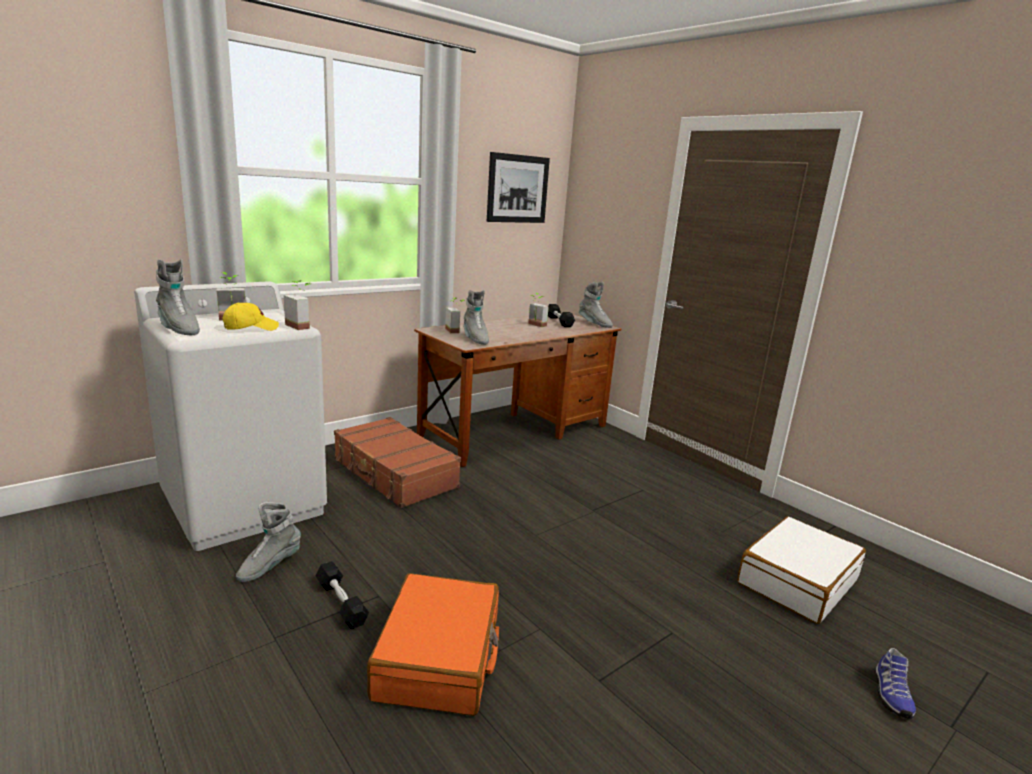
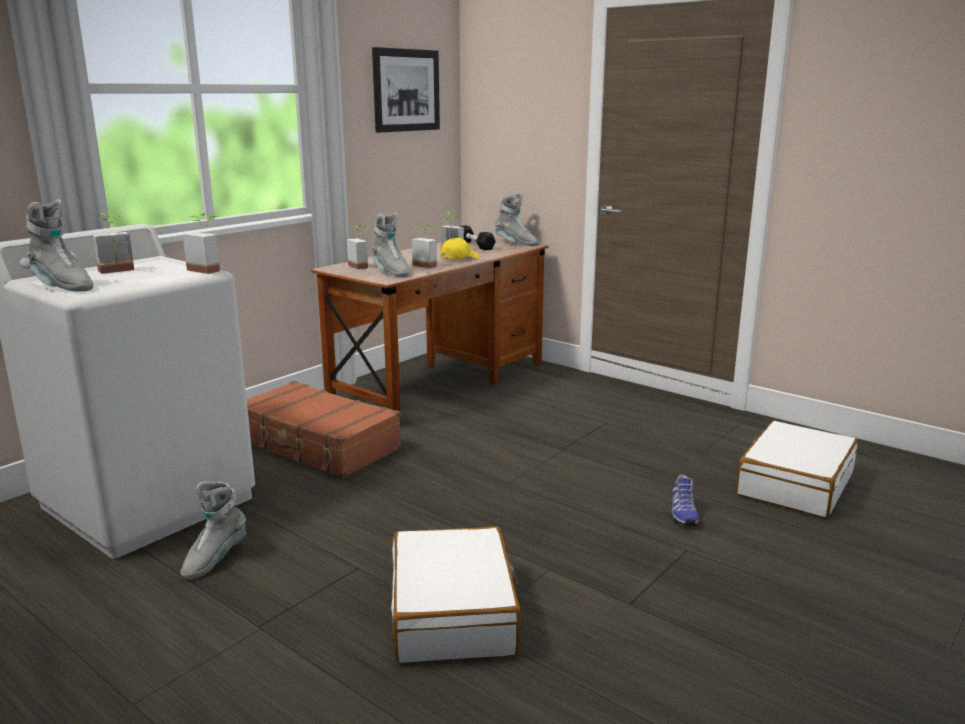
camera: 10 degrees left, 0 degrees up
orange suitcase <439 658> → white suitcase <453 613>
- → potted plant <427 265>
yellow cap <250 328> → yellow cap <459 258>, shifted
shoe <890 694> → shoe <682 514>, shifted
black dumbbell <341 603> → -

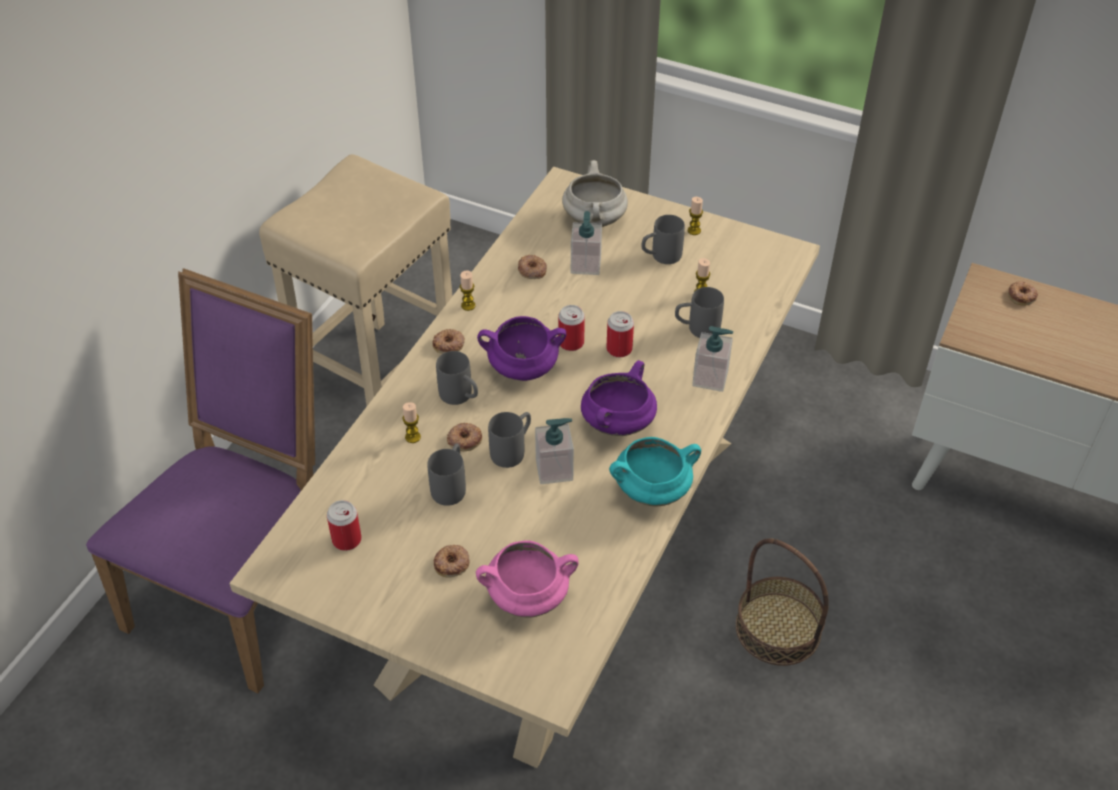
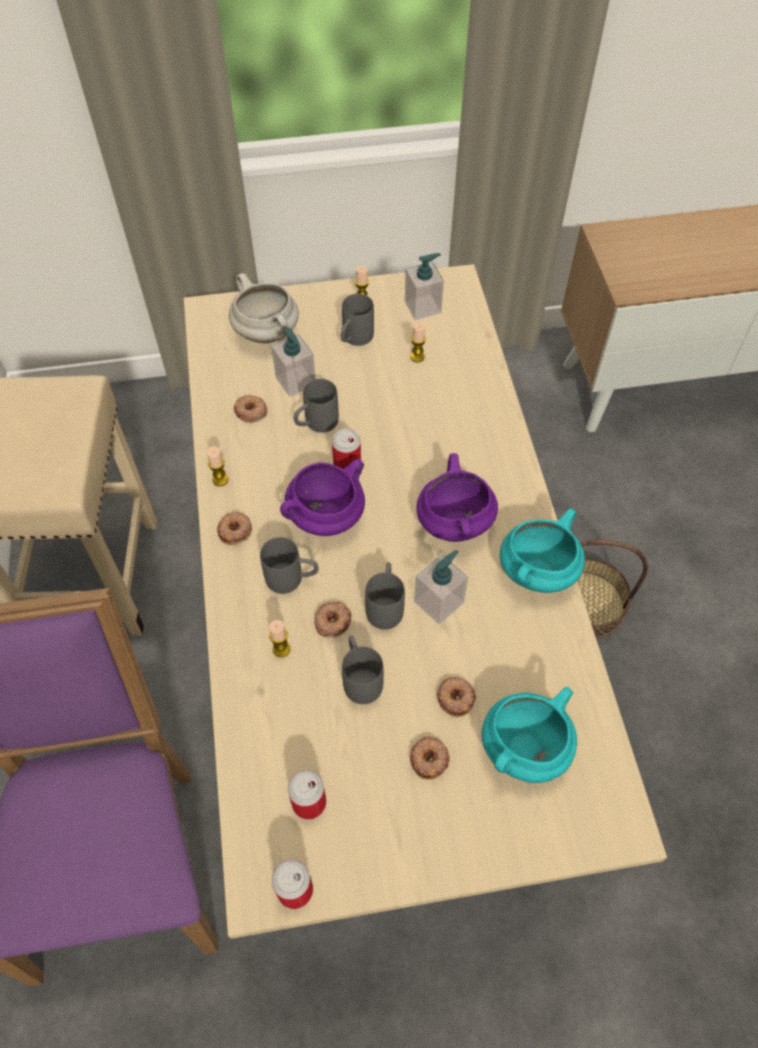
camera: 35 degrees left, 10 degrees up
can <619 349> → can <295 890>, shifted
grey mug <696 329> → grey mug <316 424>, shifted
soap dispenser <710 378> → soap dispenser <423 307>, shifted
donut <1021 296> → donut <456 698>, shifted
pink cooking pot <528 597> → turquoise cooking pot <524 746>

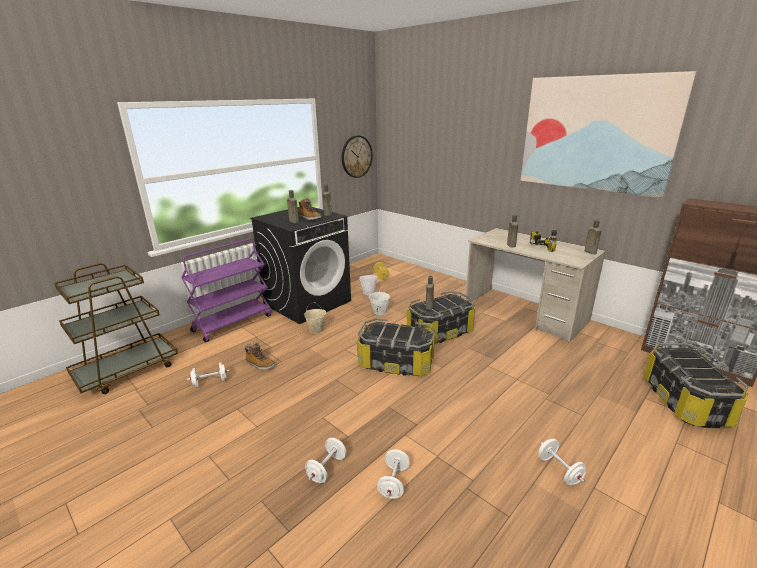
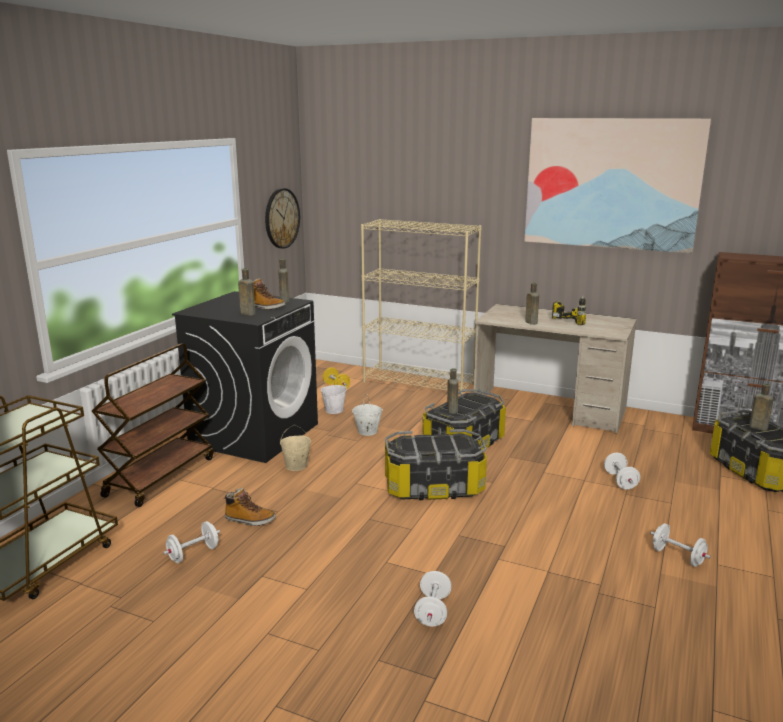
camera: 20 degrees left, 5 degrees down
purple cart <233 323> → brown cart <160 476>
- → beige bookcase <419 383>
white dumbbell <394 482> → white dumbbell <620 481>, shifted
brown bottle <589 252> → brown bottle <756 427>, shifted

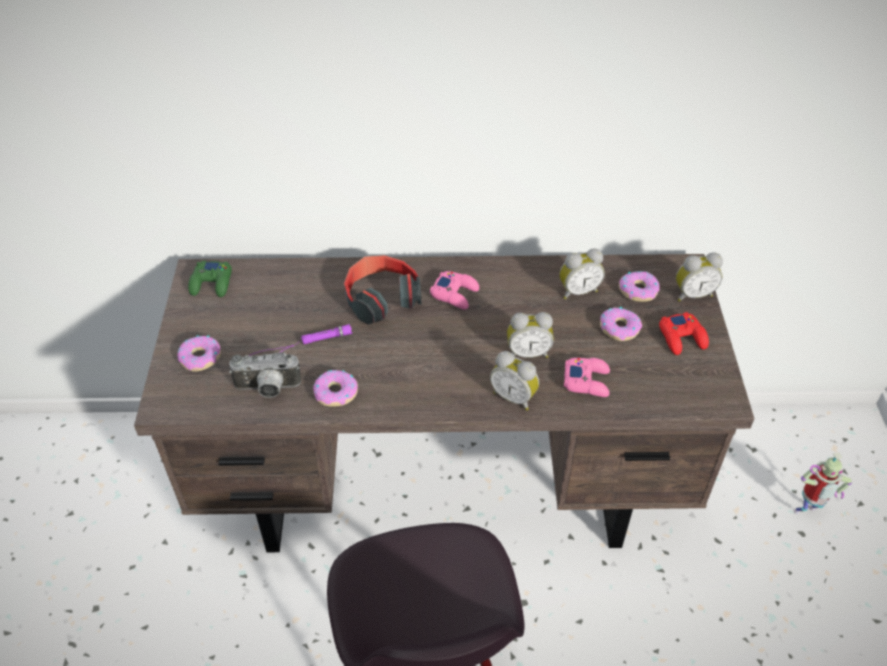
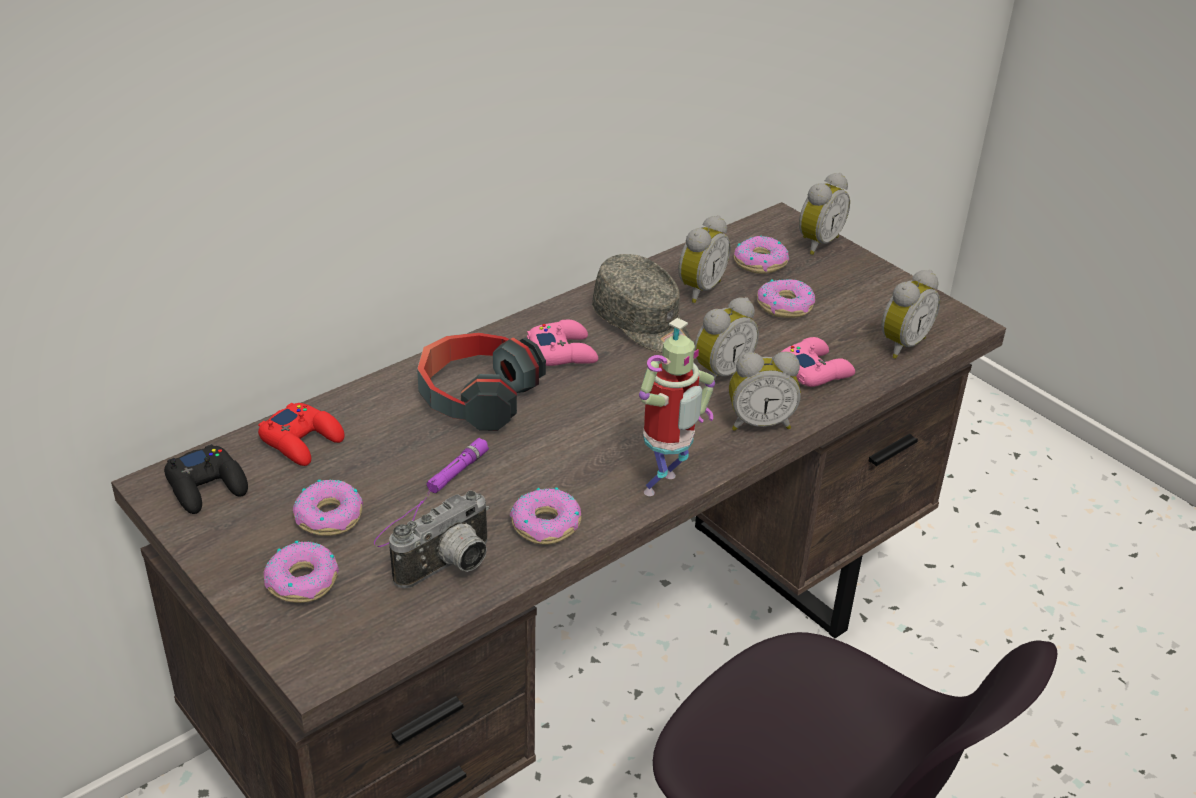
camera: 40 degrees left, 10 degrees down
green game controller <212 283> → black game controller <207 486>
red game controller <682 338> → red game controller <302 441>, shifted
- → donut <330 516>
- → grey cap <643 324>
toy robot <805 513> → toy robot <664 487>, shifted
- → alarm clock <900 344>

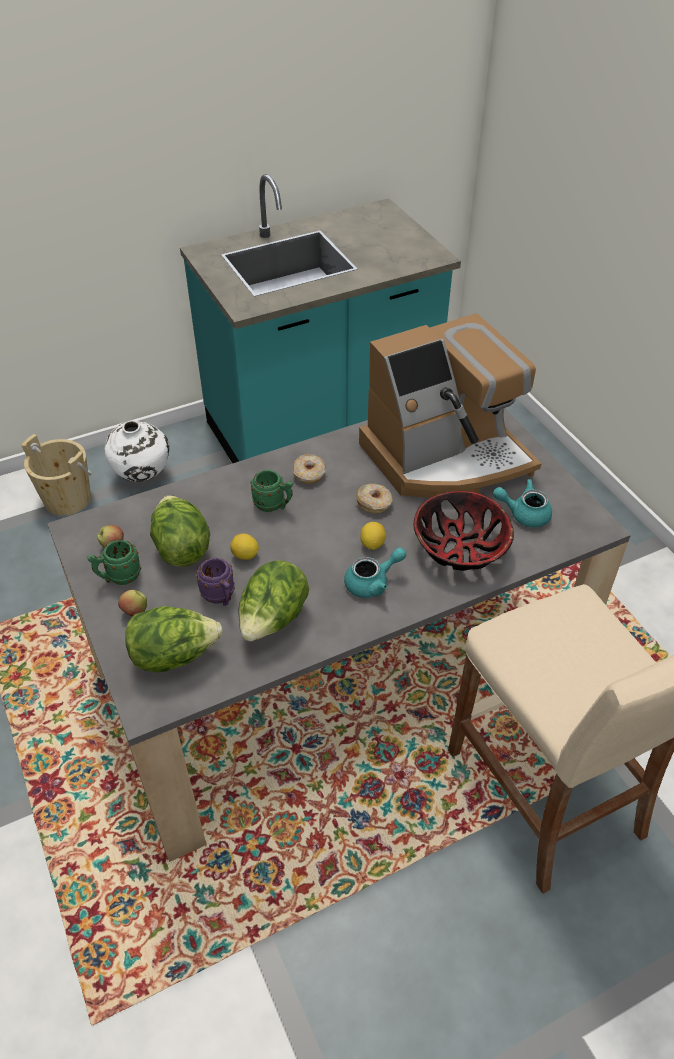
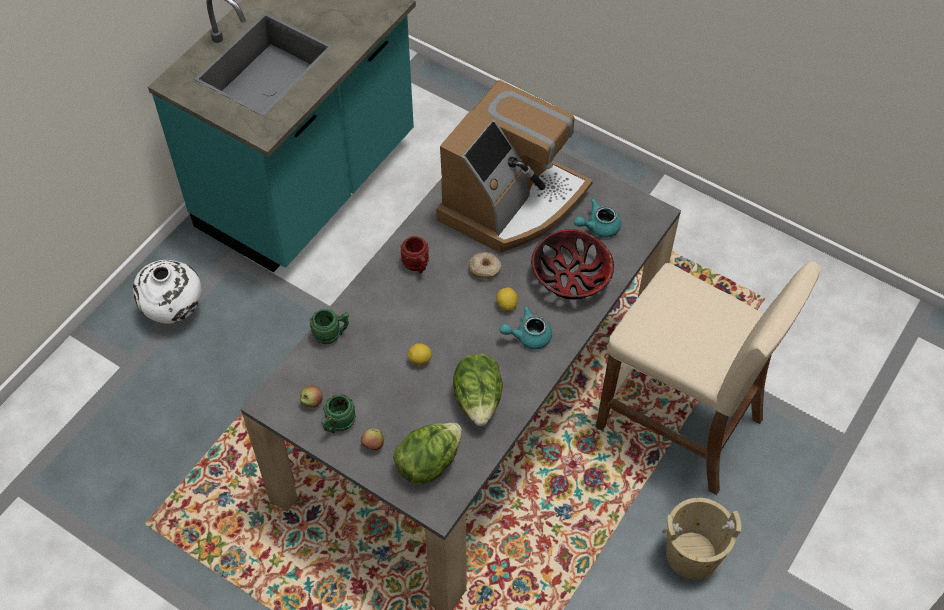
camera: 30 degrees left, 10 degrees up
green mug <274 505> → green mug <332 334>, shifted
donut <309 474> → red mug <417 266>
turquoise teapot <372 582> → turquoise teapot <528 336>, 135 degrees counterclockwise
beige bucket <67 499> → beige bucket <692 554>, shifted
lettuce <181 548> → -
purple mug <220 597> → -

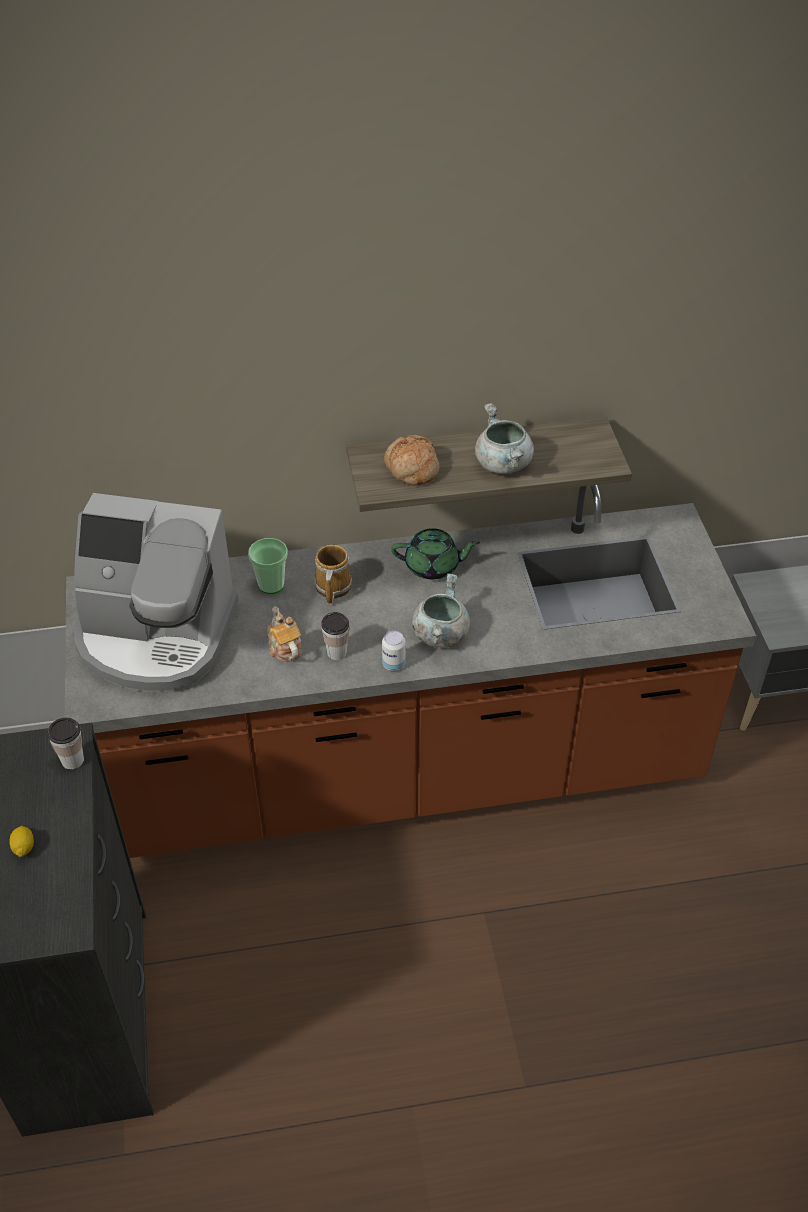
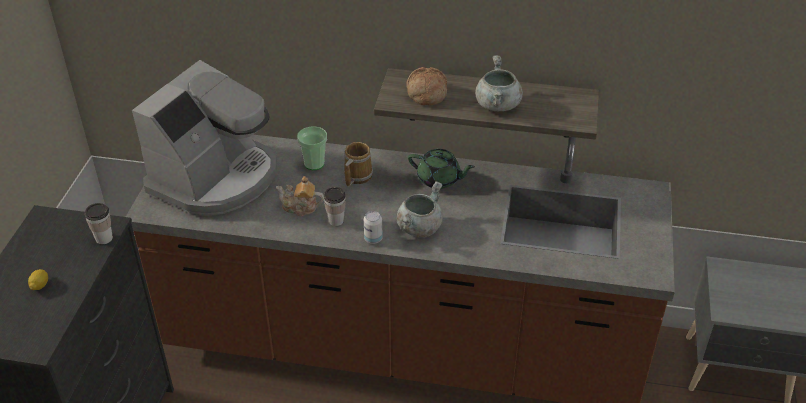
camera: 20 degrees right, 5 degrees down
coffee machine <156 636> → coffee machine <216 178>, 90 degrees counterclockwise
teapot <284 647> → teapot <300 207>, 75 degrees counterclockwise

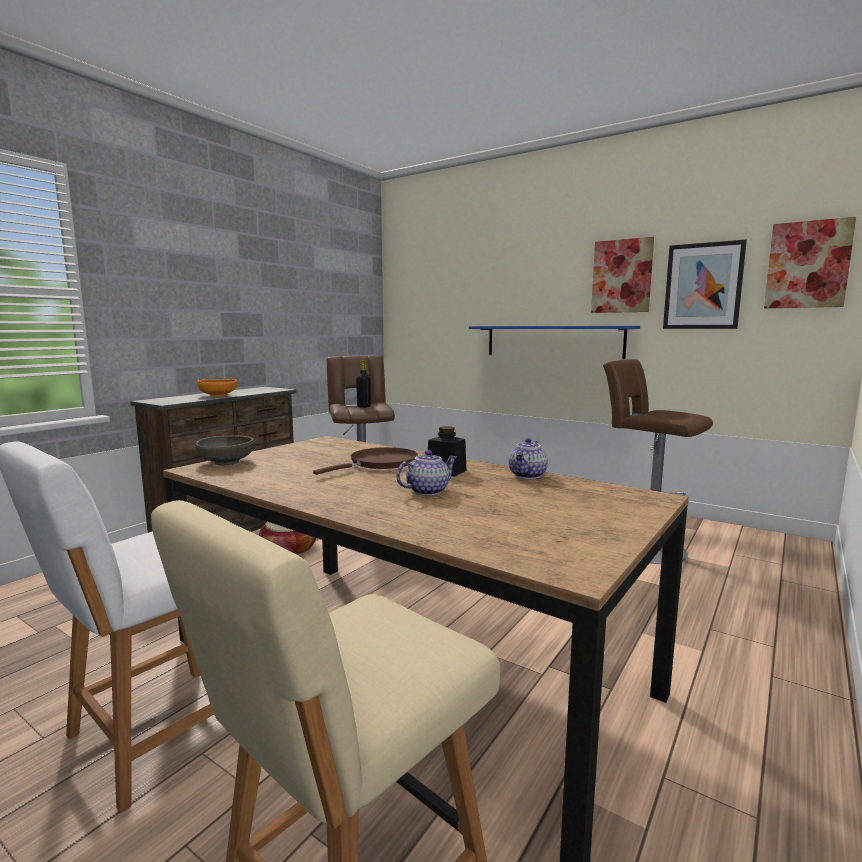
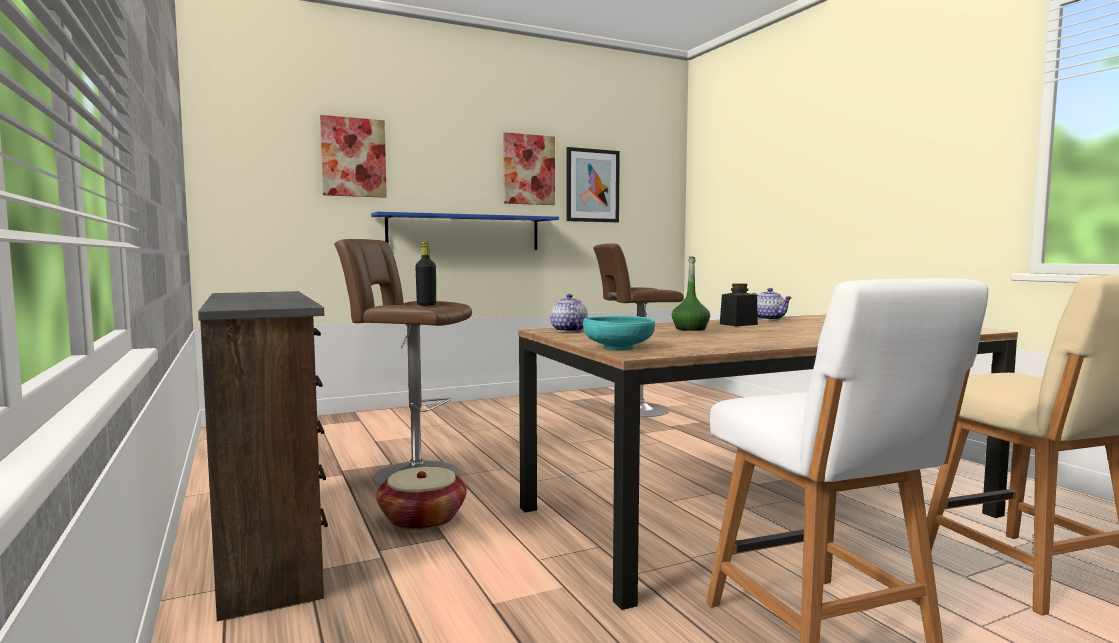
camera: 60 degrees left, 5 degrees down
picture <807 265> → picture <353 157>, shifted
teapot <427 491> → teapot <568 330>, shifted
grey bowl <227 462> → turquoise bowl <618 348>
brown frying pan <380 463> → green bottle <690 329>
orange bowl <218 395> → -

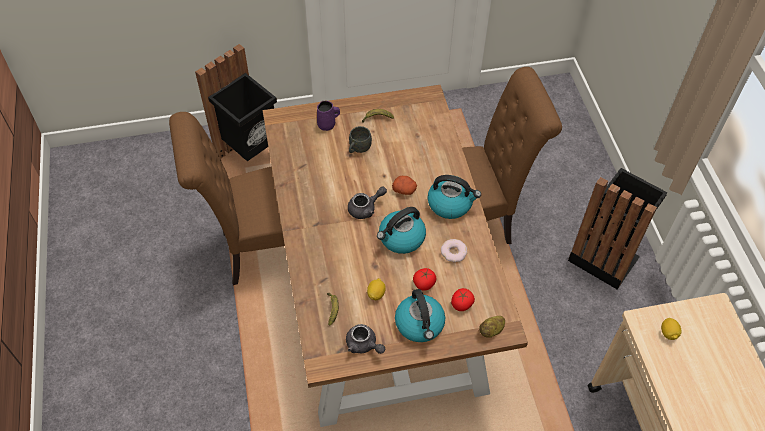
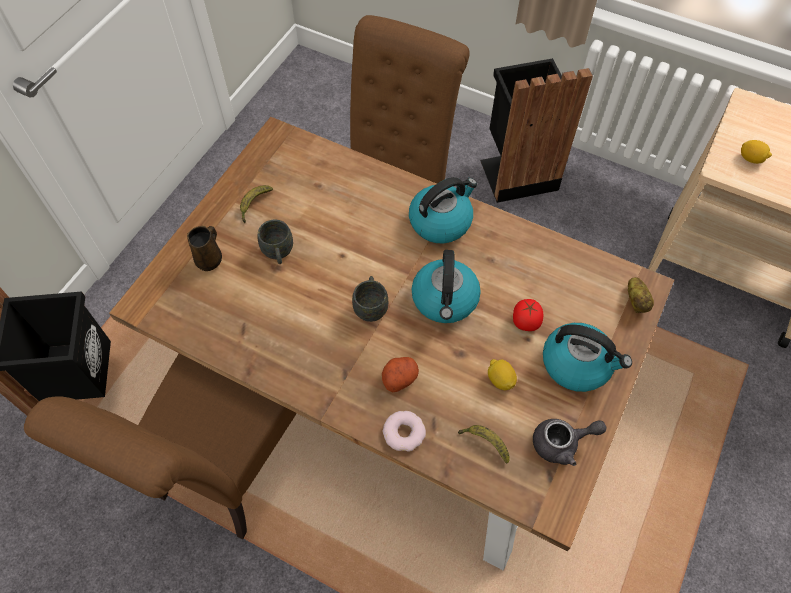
camera: 50 degrees left, 5 degrees up
purple mug <327 125> → brown mug <210 259>
grey teapot <365 208> → grey mug <371 306>
potato <404 190> → potato <399 377>, shifted
donut <454 252> → donut <404 432>, shifted
tomato <461 304> → -

